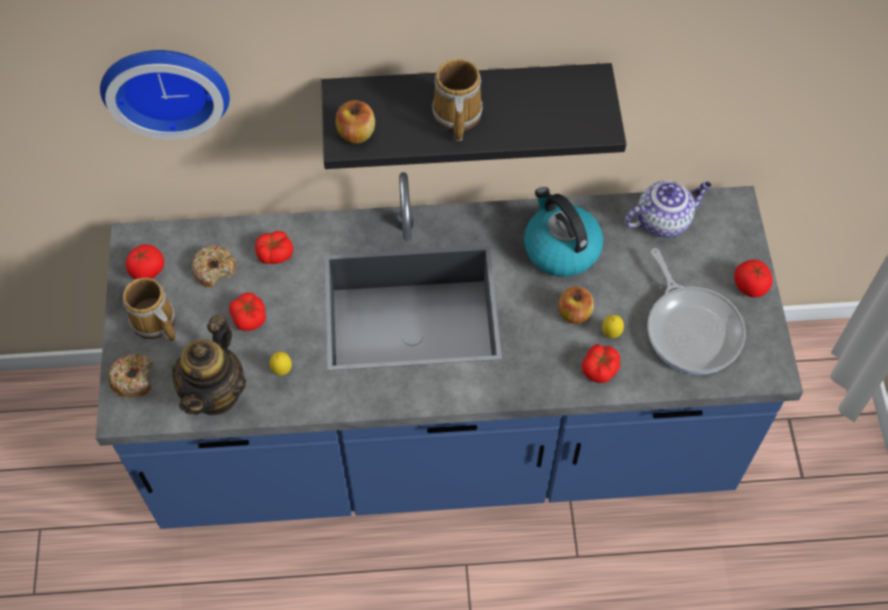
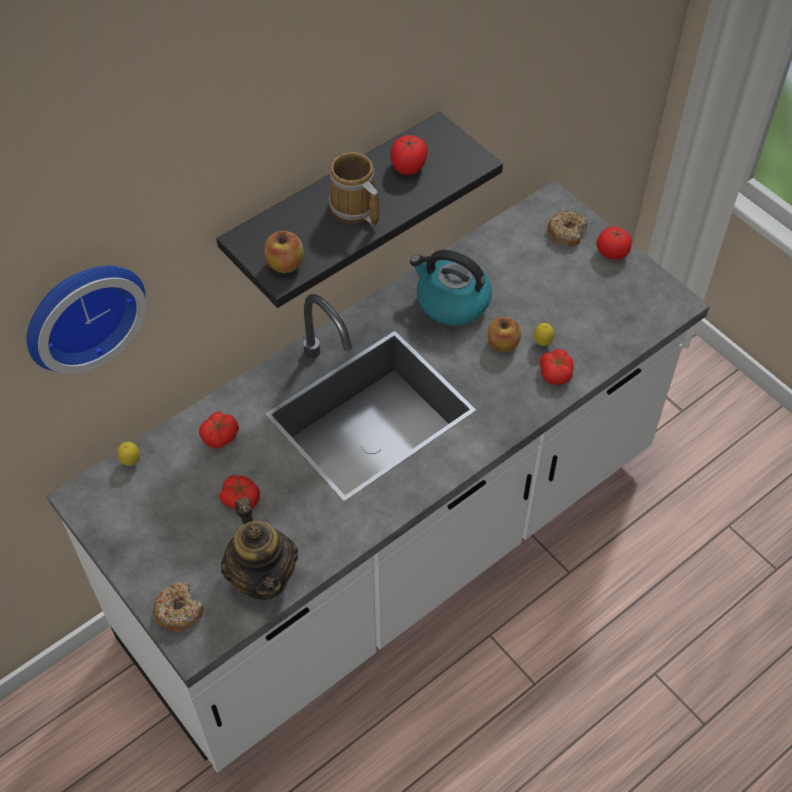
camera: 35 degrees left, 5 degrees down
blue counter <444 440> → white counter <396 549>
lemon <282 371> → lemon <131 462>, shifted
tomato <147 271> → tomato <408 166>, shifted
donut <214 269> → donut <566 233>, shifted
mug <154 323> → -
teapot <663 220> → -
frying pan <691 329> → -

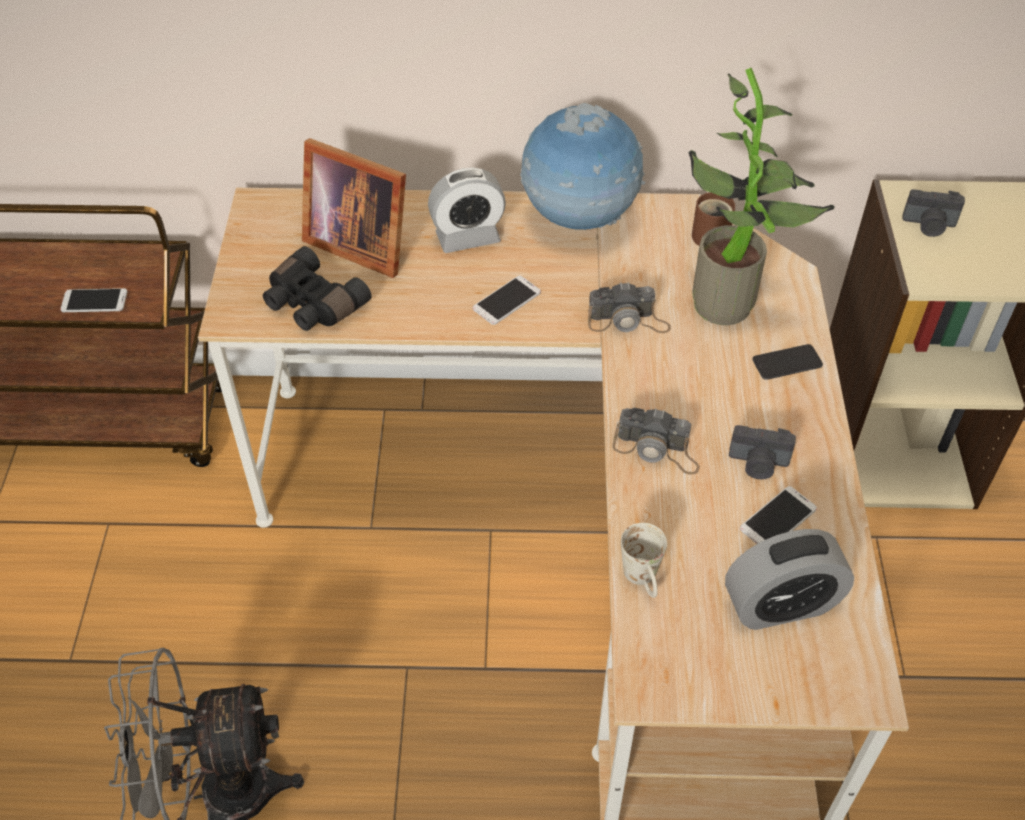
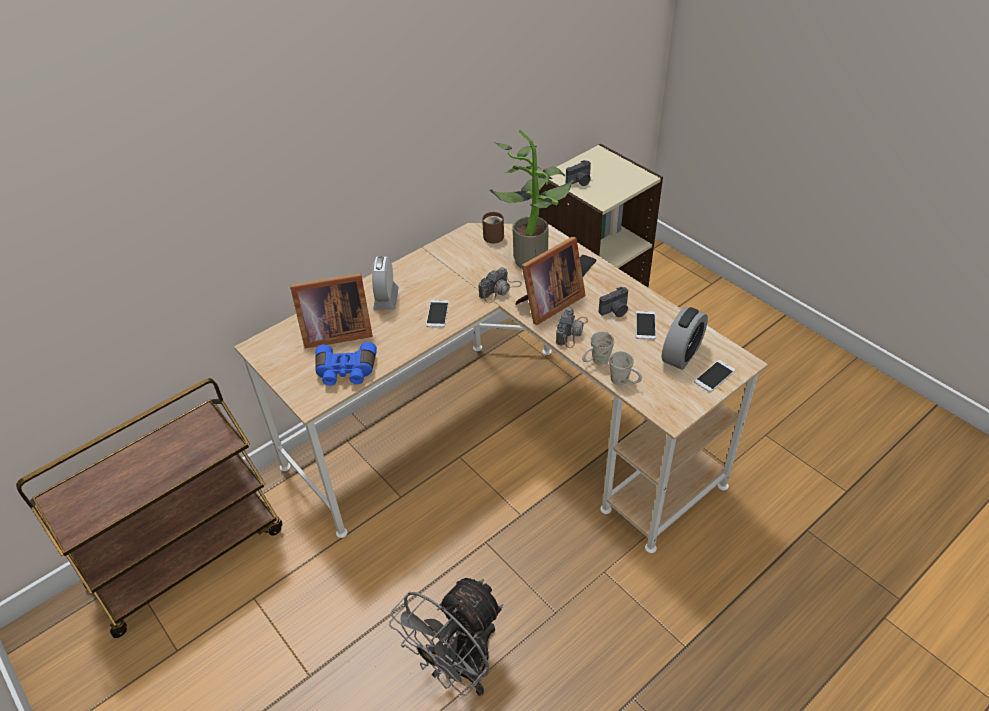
camera: 40 degrees left, 5 degrees down
black binoculars <312 304> → blue binoculars <346 372>
alarm clock <468 237> → alarm clock <386 299>, 150 degrees clockwise
- → picture frame <547 304>
photo camera <657 450> → photo camera <572 331>, 45 degrees counterclockwise
- → white mug <596 361>
phone <94 301> → phone <714 376>, shifted
globe <579 220> → -

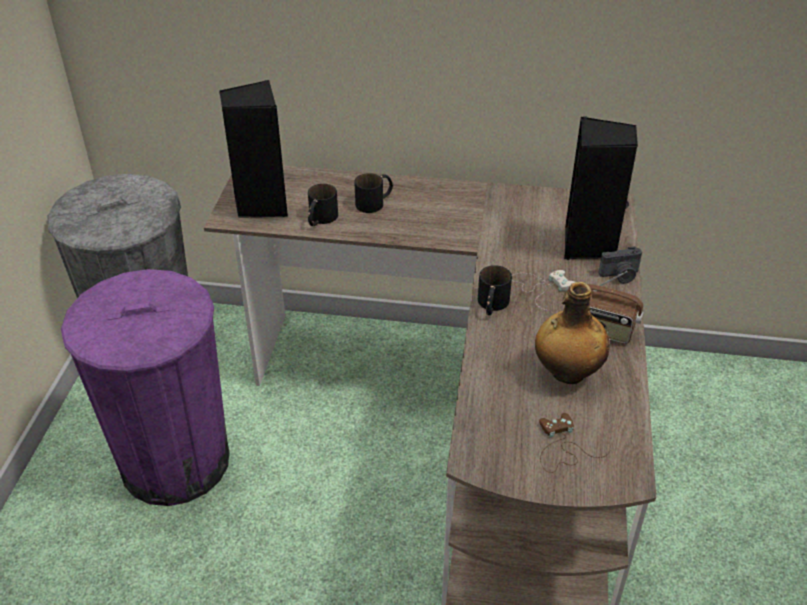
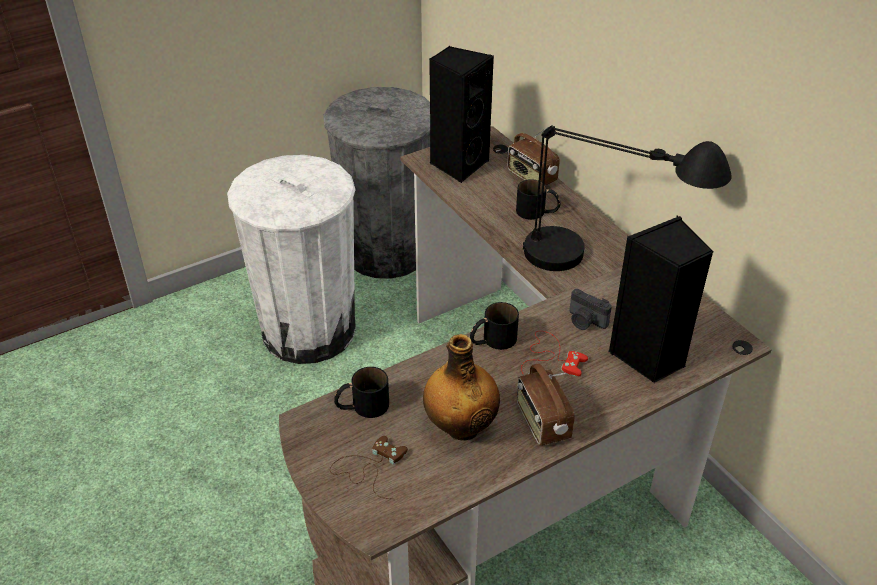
camera: 50 degrees right, 0 degrees up
purple trash can <175 462> → white trash can <308 330>
black mug <320 219> → black mug <362 406>, shifted
- → radio <531 177>
white game controller <541 287> → red game controller <552 356>
- → black table lamp <604 267>
photo camera <620 275> → photo camera <585 321>, shifted

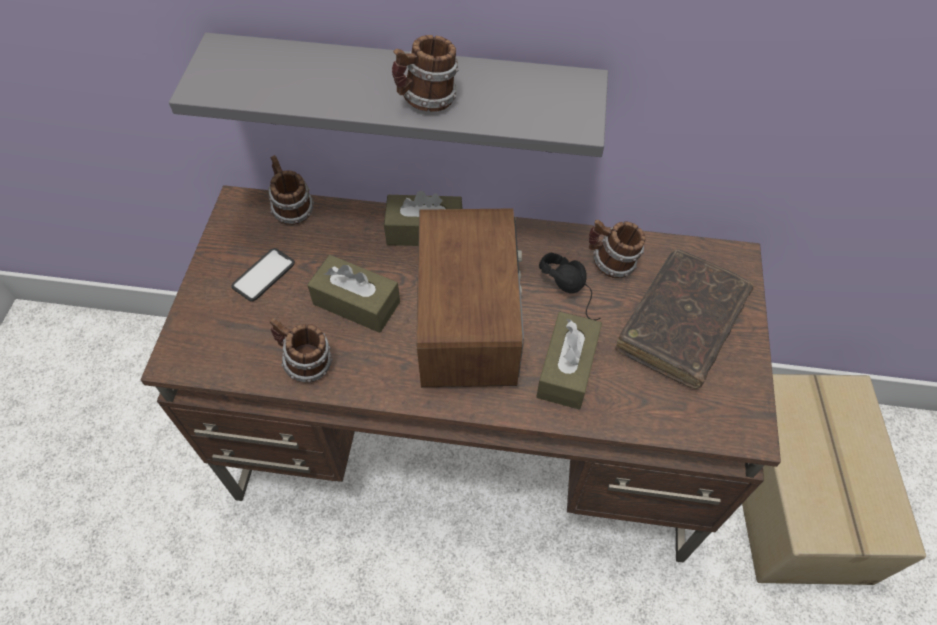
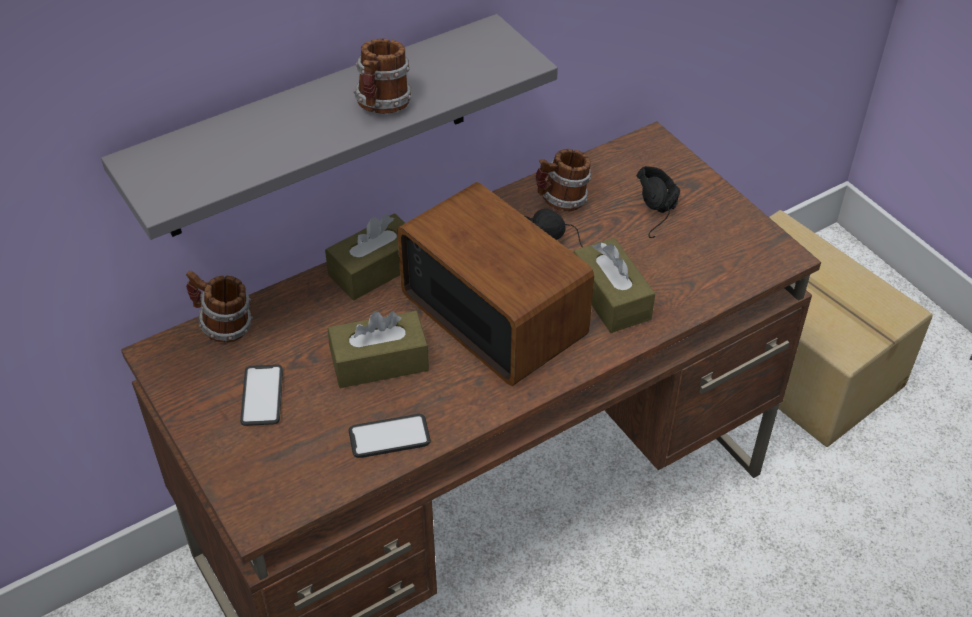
camera: 40 degrees left, 10 degrees down
mug <306 363> → phone <389 437>
brown book <680 325> → black headphones <661 214>

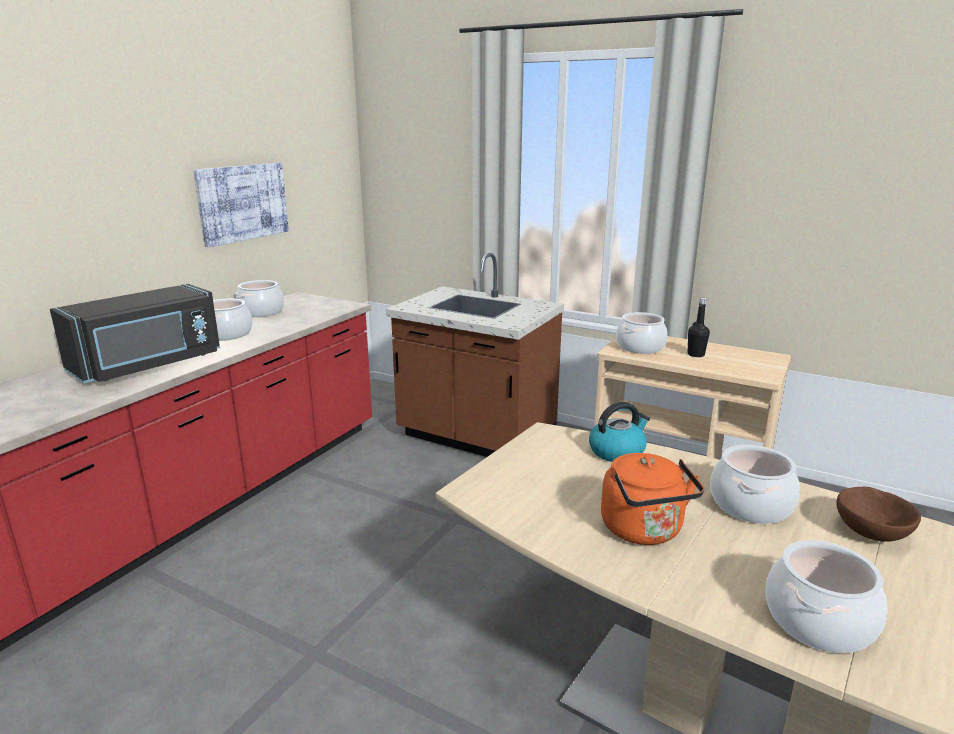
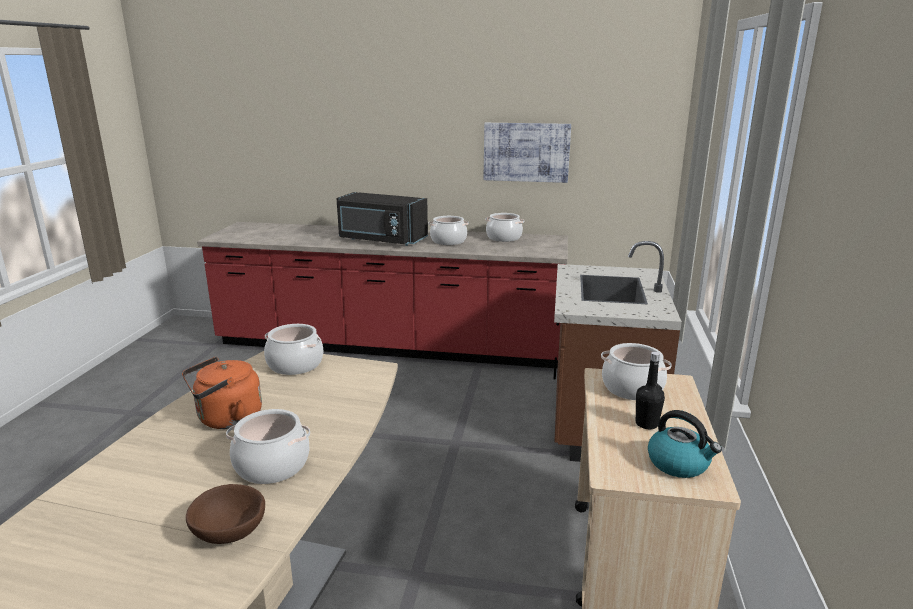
camera: 70 degrees right, 0 degrees up
cooking pot <818 620> → cooking pot <295 364>, shifted
kettle <617 451> → kettle <679 464>, shifted

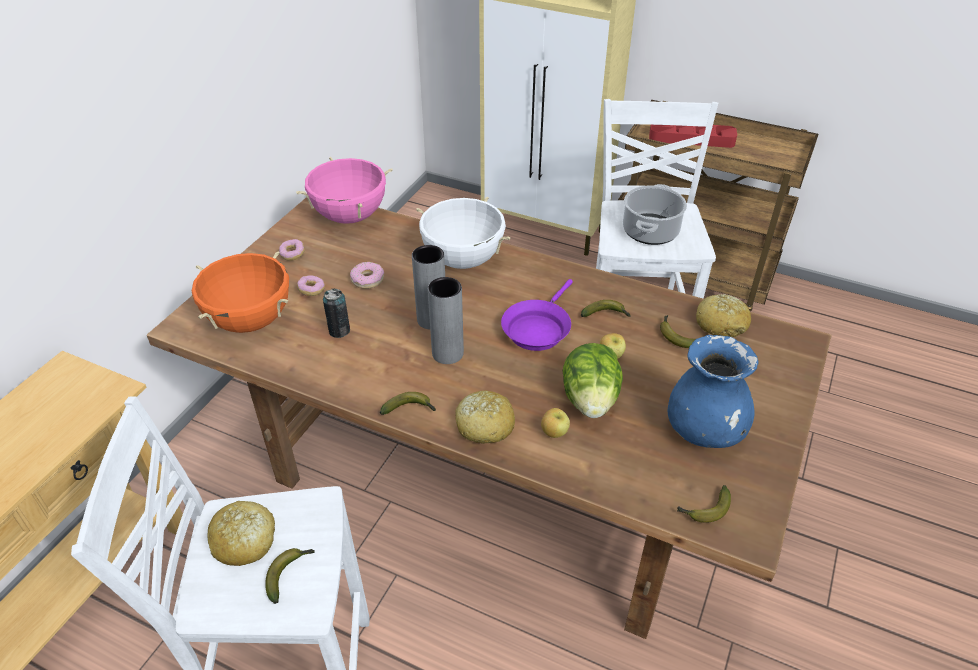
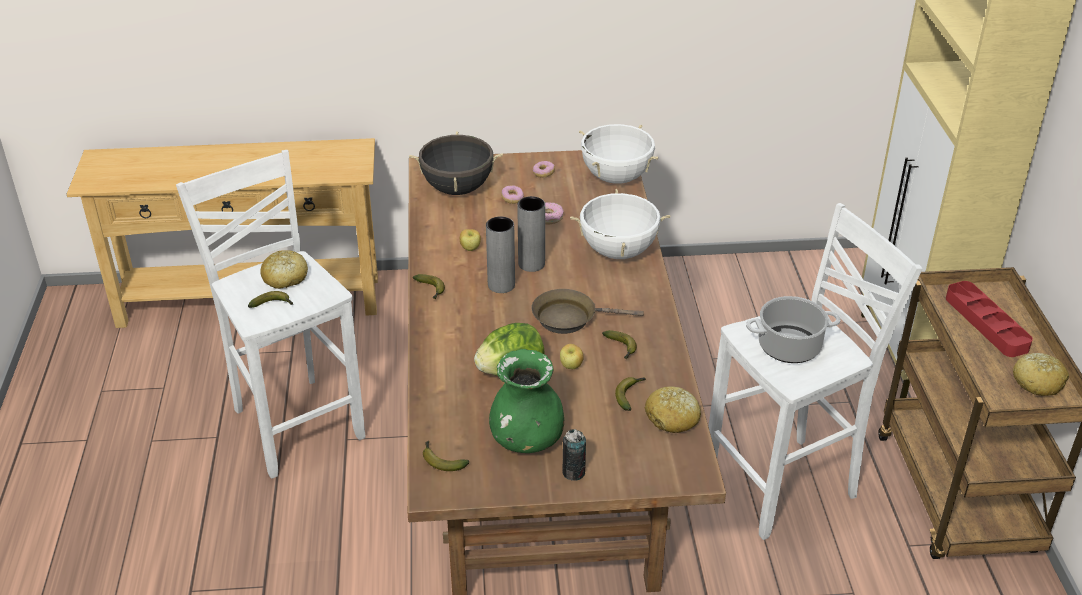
camera: 60 degrees right, 5 degrees down
orange cooking pot <251 320> → black cooking pot <457 189>
apple <554 433> → apple <470 249>, shifted
blue vase <704 430> → green vase <526 440>
purple frying pan <538 328> → brown frying pan <569 318>
can <339 331> → can <573 473>, shifted
pink cooking pot <350 216> → white cooking pot <616 178>
bread <484 425> → bread <1038 382>, shifted

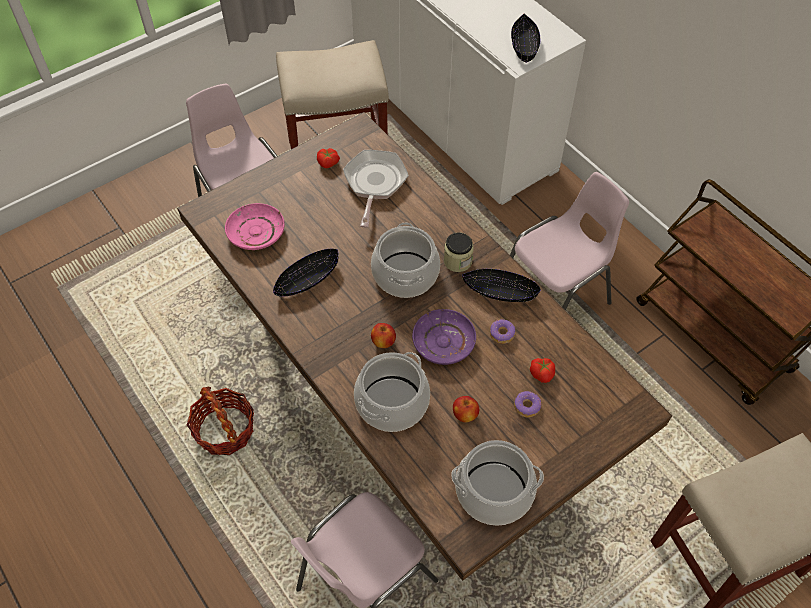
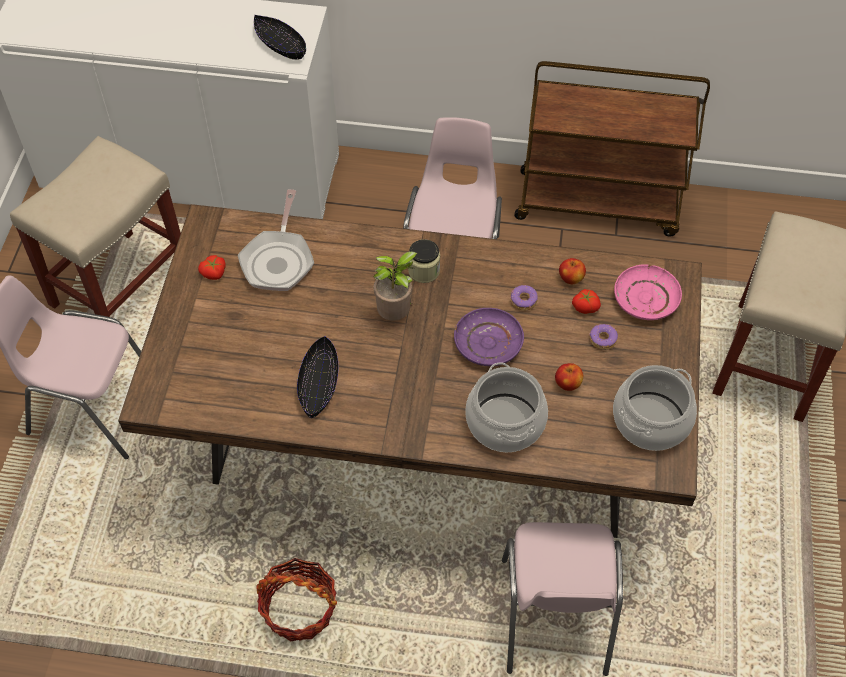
camera: 45 degrees left, 0 degrees up
frying pan <374 184> → frying pan <278 260>, 135 degrees counterclockwise
cooking pot <406 275> → potted plant <396 314>
apple <383 342> → apple <571 278>, shifted
pink plate <255 232> → pink plate <645 299>, shifted
black bowl <499 291> → -

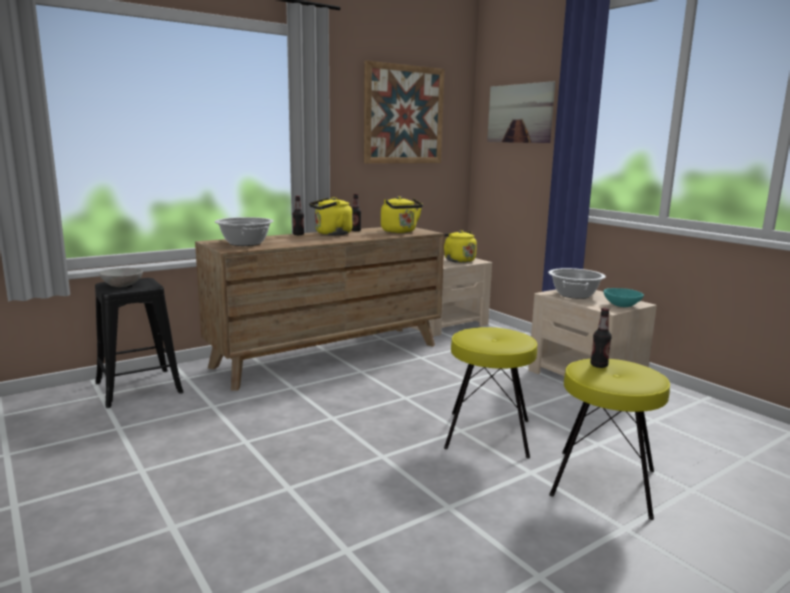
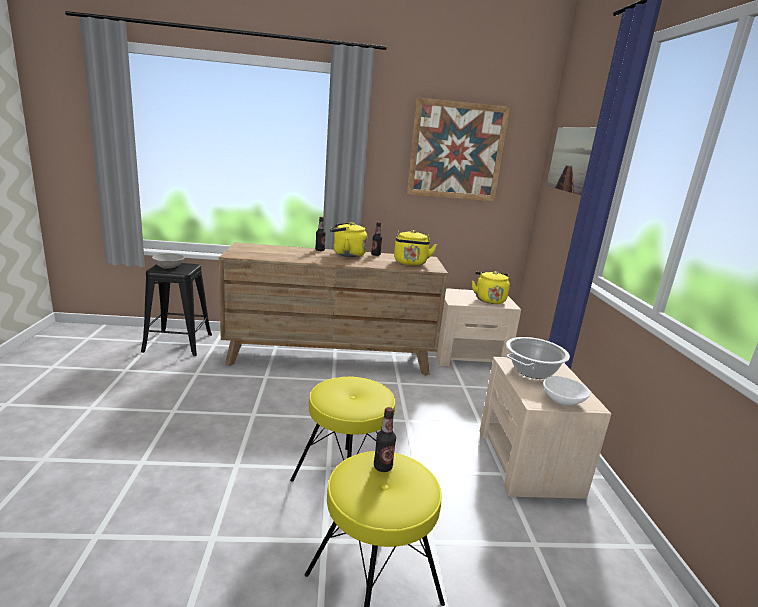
camera: 30 degrees right, 5 degrees up
turquoise bowl <622 305> → white bowl <563 401>
cooking pot <245 243> → -

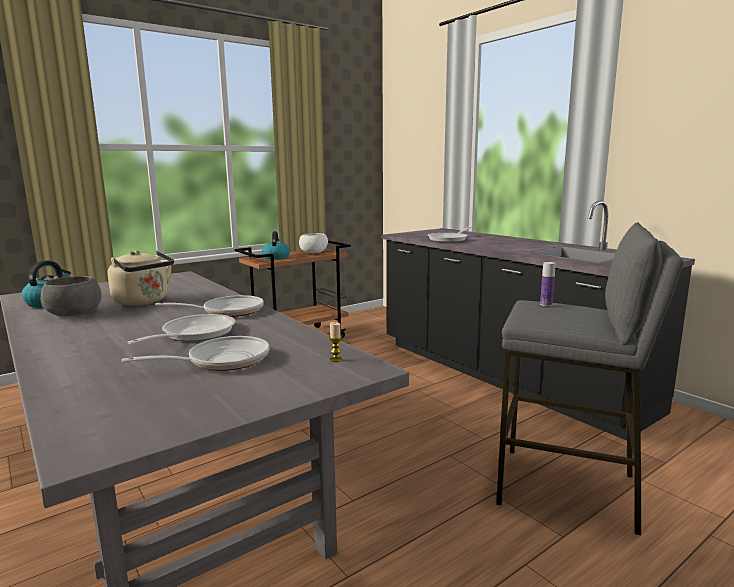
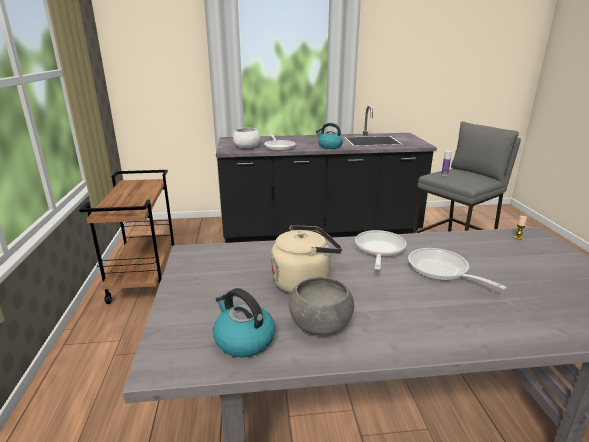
camera: 60 degrees left, 10 degrees up
white bowl <313 252> → white bowl <246 147>, shifted
kettle <276 257> → kettle <329 146>, shifted
frying pan <221 361> → -

